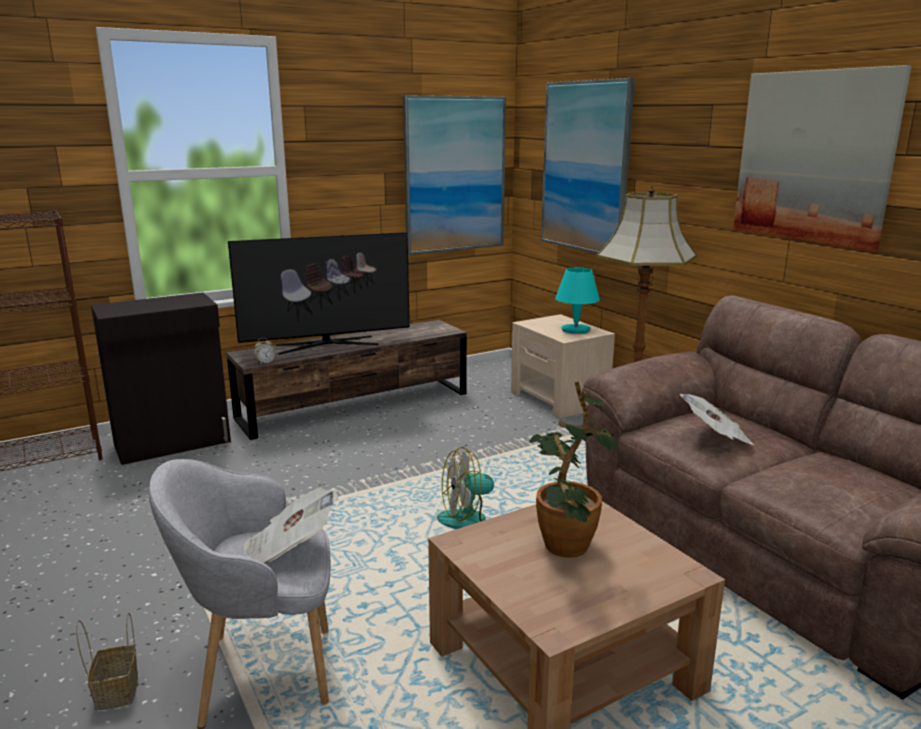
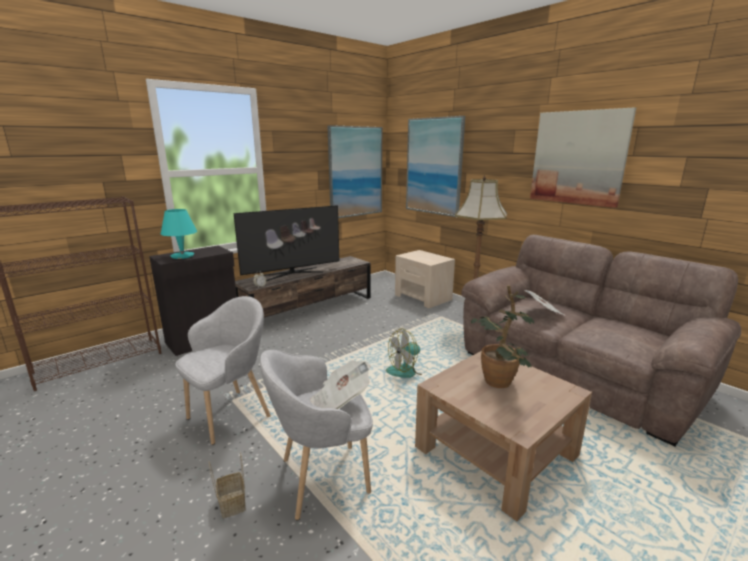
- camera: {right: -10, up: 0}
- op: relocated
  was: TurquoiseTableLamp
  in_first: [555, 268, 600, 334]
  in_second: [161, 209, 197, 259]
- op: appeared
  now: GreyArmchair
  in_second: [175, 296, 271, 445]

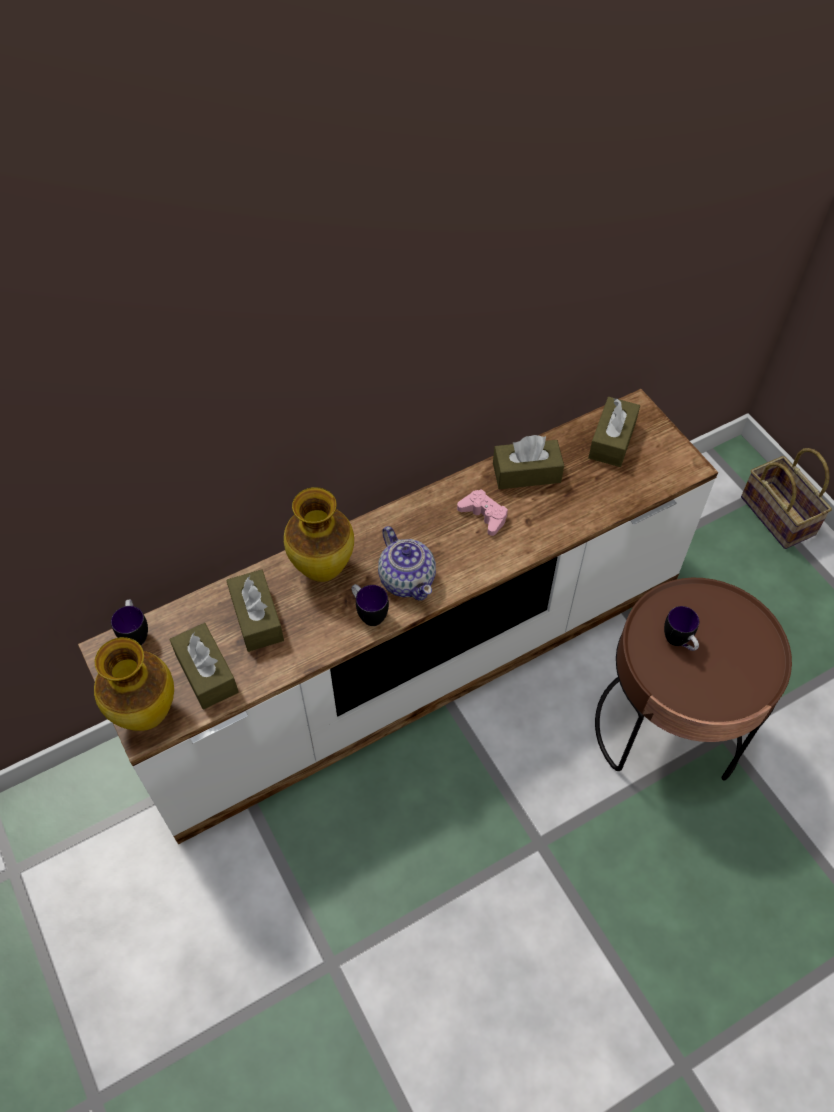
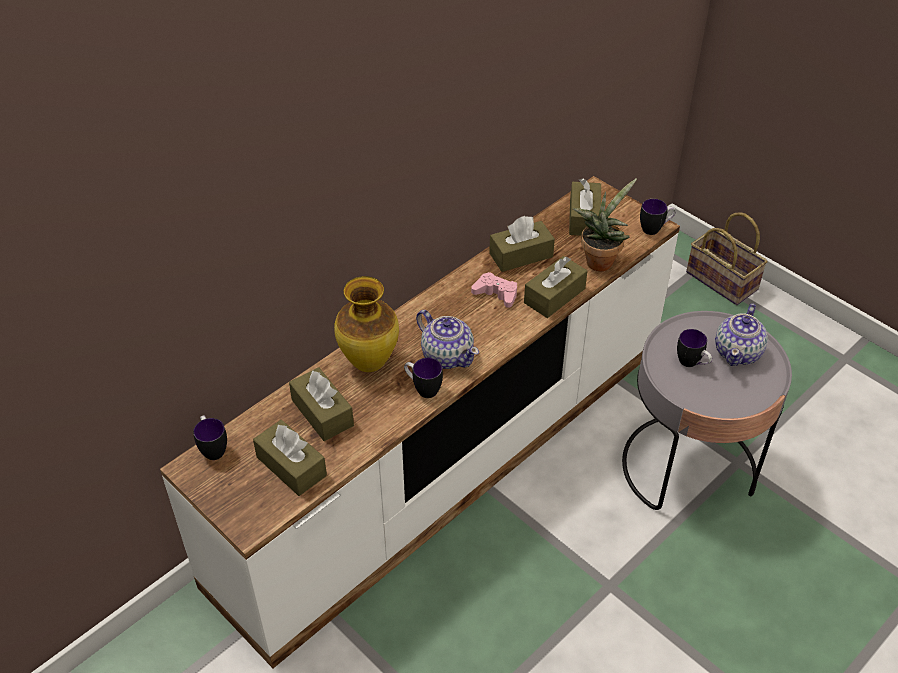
- camera: {right: -15, up: -10}
- op: colour
  was: BrownSideTable
  now: GreySideTable
  in_first: [595, 578, 792, 781]
  in_second: [622, 311, 792, 510]
- op: missing
  was: Vase
  in_first: [94, 637, 174, 731]
- op: appeared
  now: PottedPlant
  in_second: [573, 178, 637, 271]
- op: appeared
  now: Mug
  in_second: [640, 199, 676, 235]
- op: appeared
  now: BrownTissueBox
  in_second: [524, 256, 587, 318]
- op: appeared
  now: Teapot
  in_second: [715, 303, 768, 366]

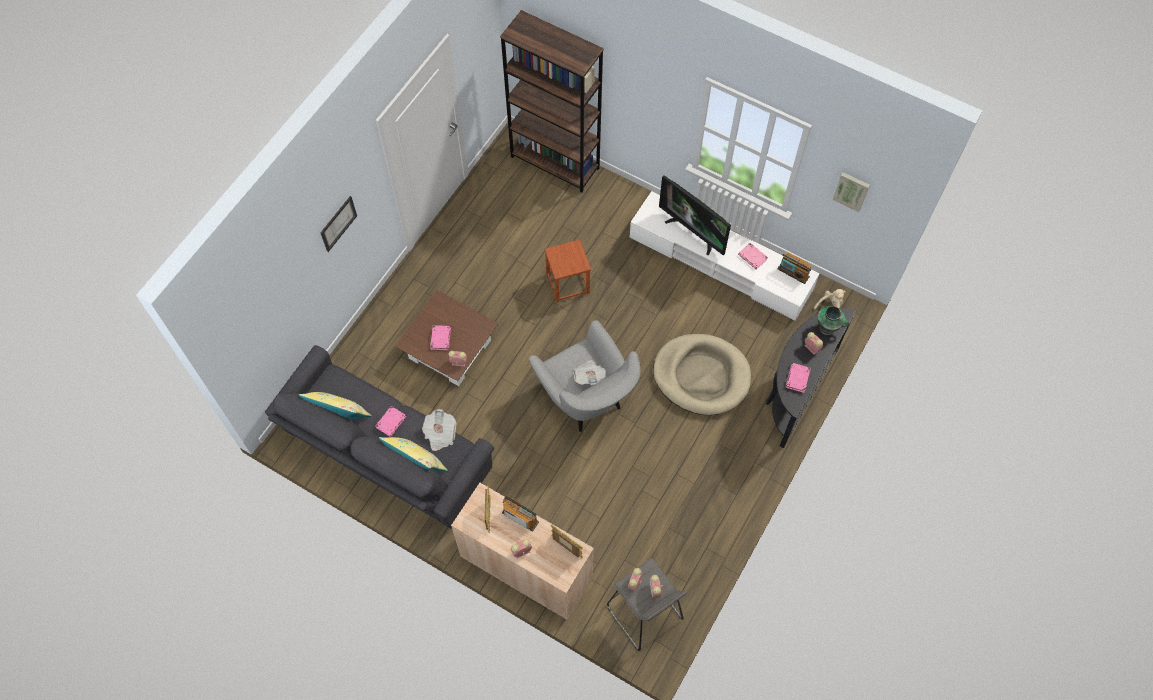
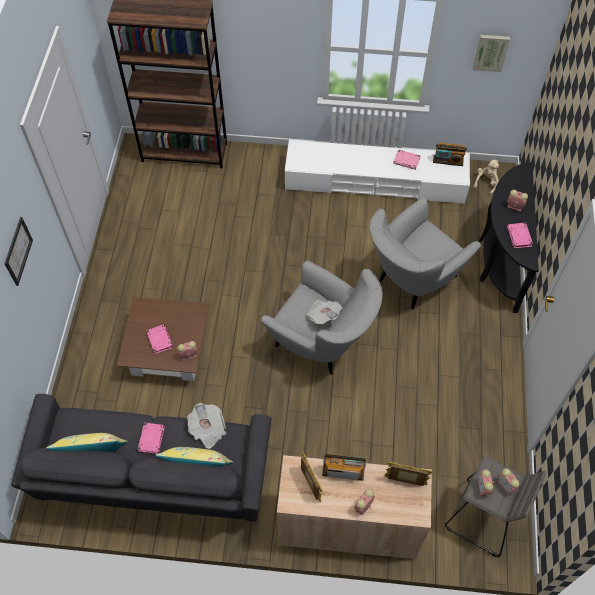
- camera: {right: -25, up: -5}
- op: missing
  was: Television
  in_first: [659, 175, 731, 255]
- op: missing
  was: BrownStool
  in_first: [544, 239, 591, 303]
- op: missing
  was: Vase
  in_first: [818, 306, 850, 335]
- op: exchanged
  was: BeigeDogBed
  now: GreyArmchair
  in_first: [653, 334, 751, 415]
  in_second: [370, 198, 481, 309]

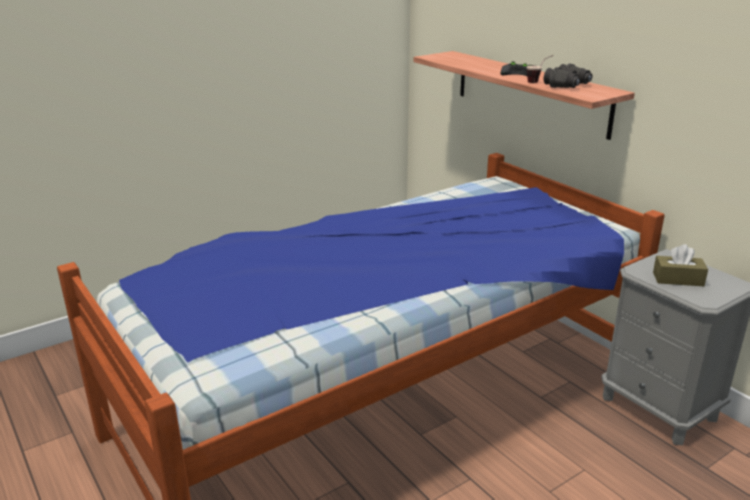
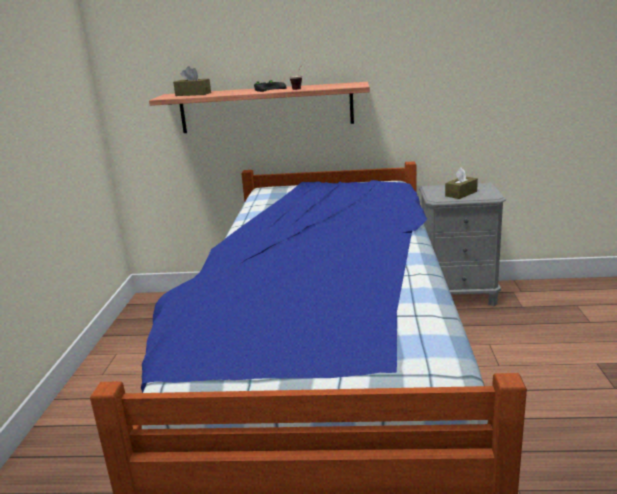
- camera: {right: -50, up: -5}
- op: missing
  was: BlackBinoculars
  in_first: [544, 63, 592, 88]
- op: appeared
  now: BrownTissueBox
  in_second: [173, 66, 211, 96]

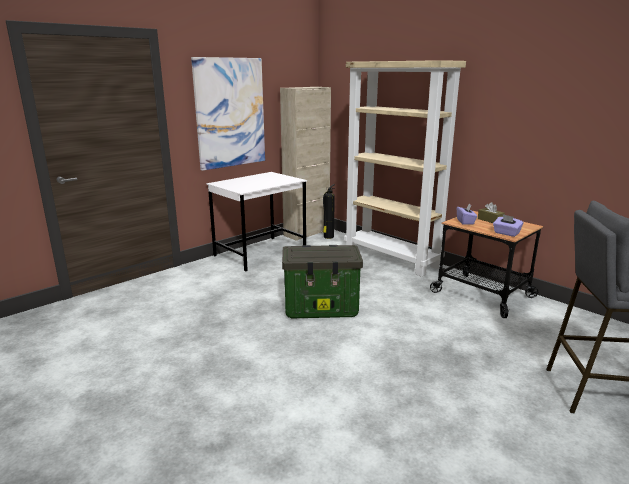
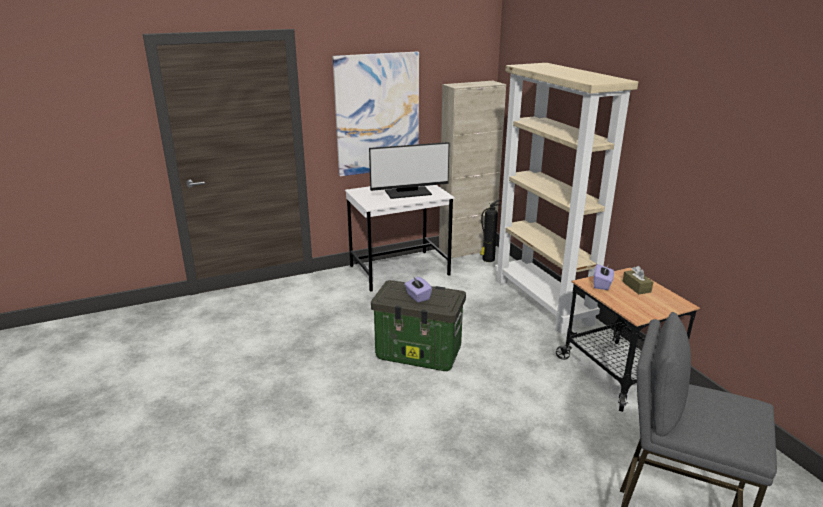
- camera: {right: 20, up: 5}
- op: relocated
  was: PurpleTissueBox
  in_first: [493, 214, 524, 237]
  in_second: [404, 277, 432, 303]
- op: appeared
  now: Monitor
  in_second: [369, 142, 449, 199]

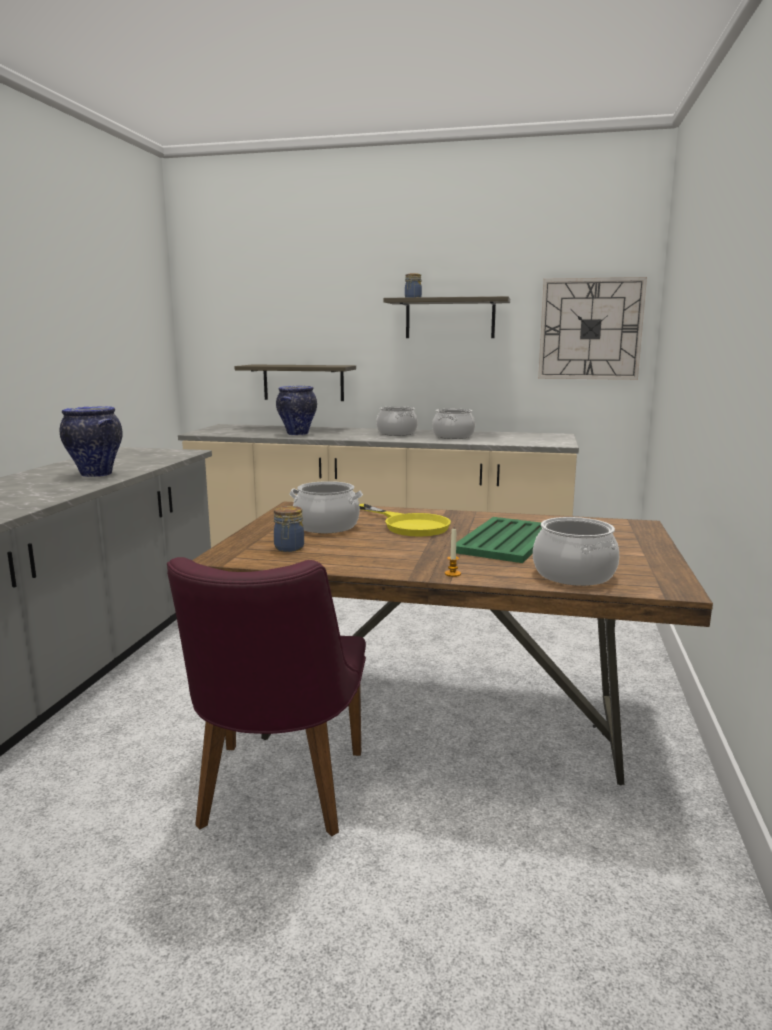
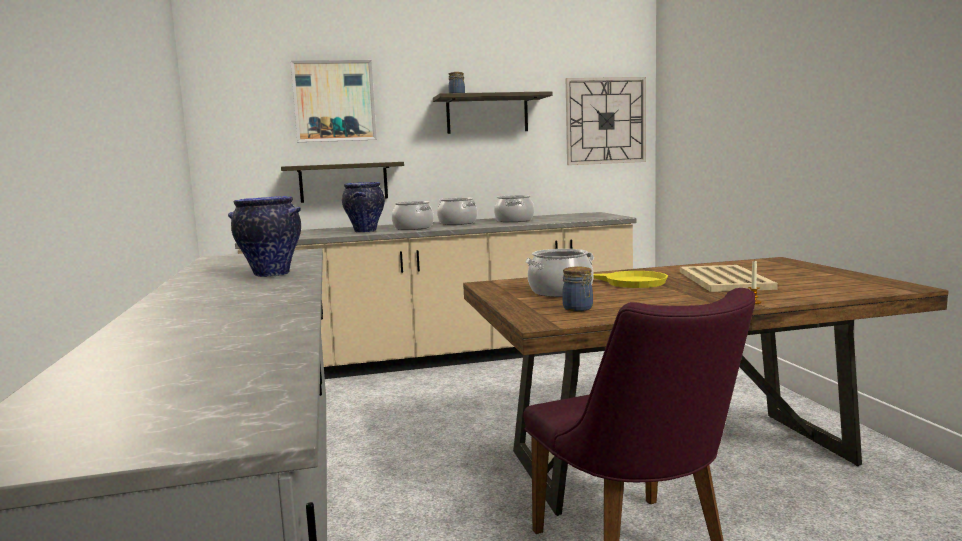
- camera: {right: -25, up: -5}
- op: colour
  was: GreenTray
  now: BeigeTray
  in_first: [456, 517, 542, 563]
  in_second: [680, 265, 778, 292]
- op: relocated
  was: CookingPot
  in_first: [533, 517, 619, 586]
  in_second: [392, 201, 434, 230]
- op: appeared
  now: Picture
  in_second: [290, 60, 377, 142]

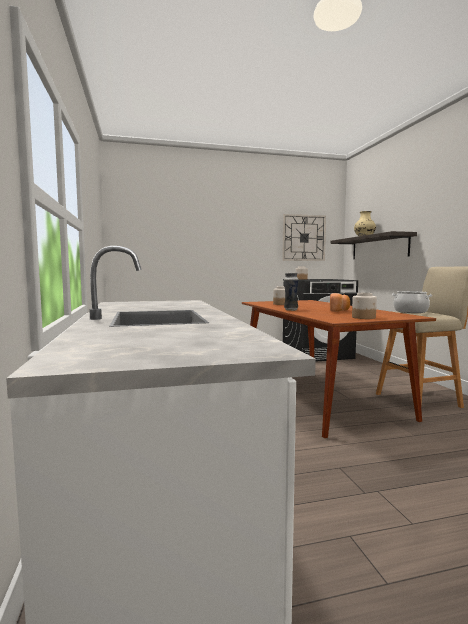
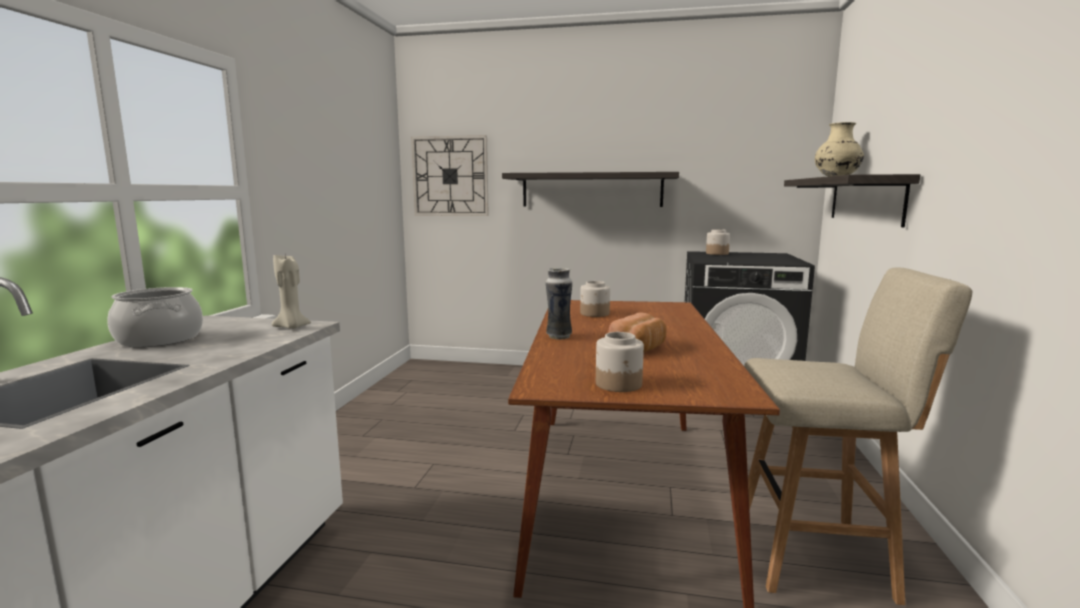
- camera: {right: 25, up: 5}
- op: relocated
  was: WallClock
  in_first: [282, 214, 326, 261]
  in_second: [411, 135, 489, 216]
- op: relocated
  was: CookingPot
  in_first: [392, 291, 432, 313]
  in_second: [107, 287, 203, 347]
- op: appeared
  now: Shelf
  in_second: [502, 172, 679, 207]
- op: appeared
  now: BeigeCandle
  in_second: [272, 254, 311, 329]

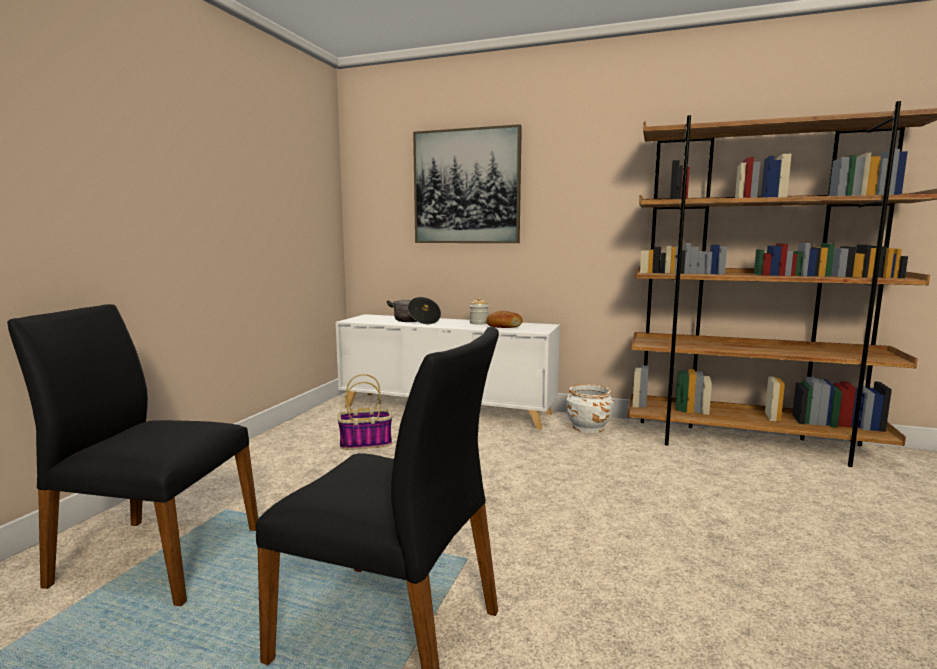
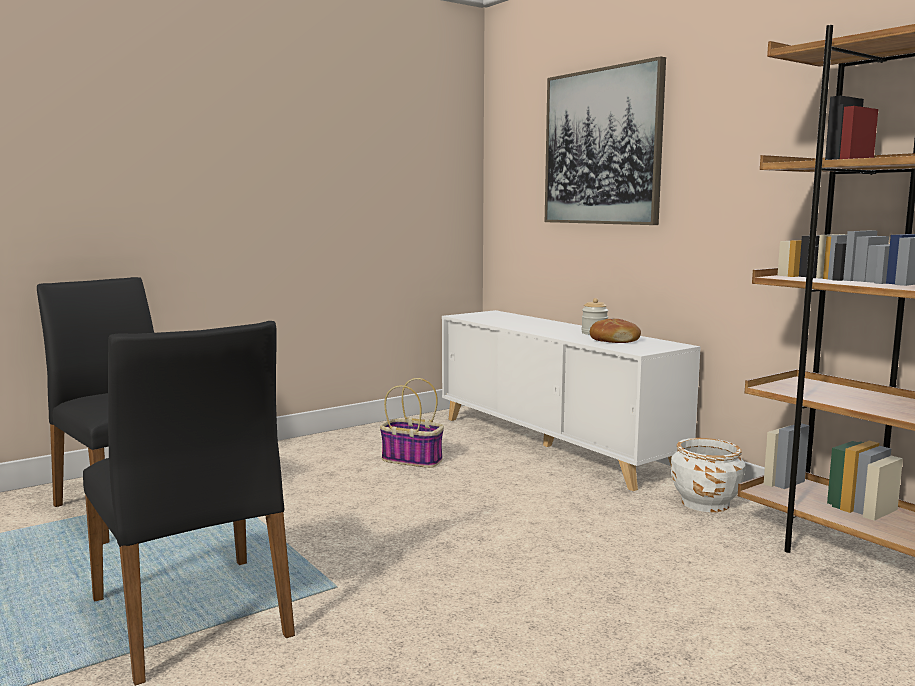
- camera: {right: 35, up: 0}
- op: missing
  was: CookingPot
  in_first: [387, 297, 441, 324]

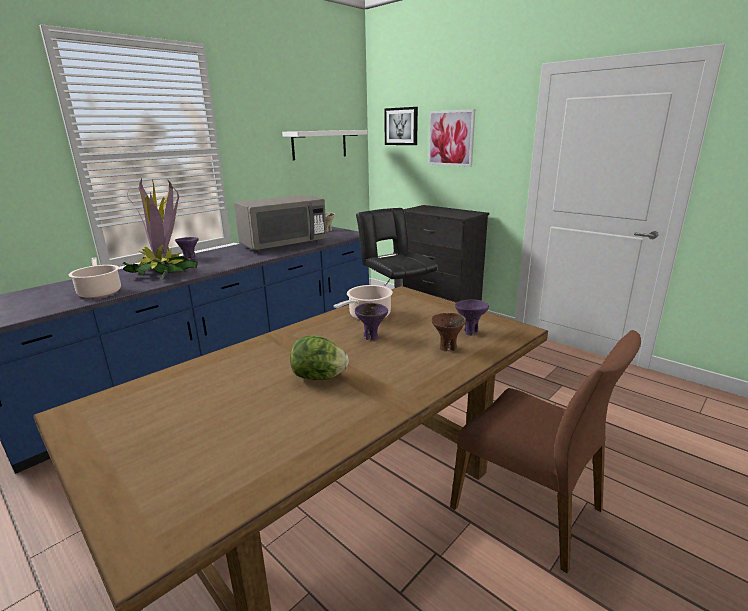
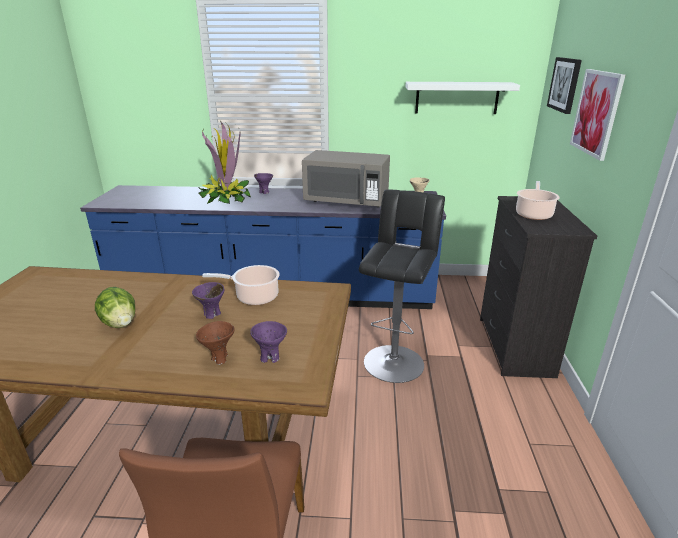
- camera: {right: 50, up: 5}
- op: relocated
  was: CookingPot
  in_first: [69, 257, 121, 298]
  in_second: [516, 181, 560, 220]

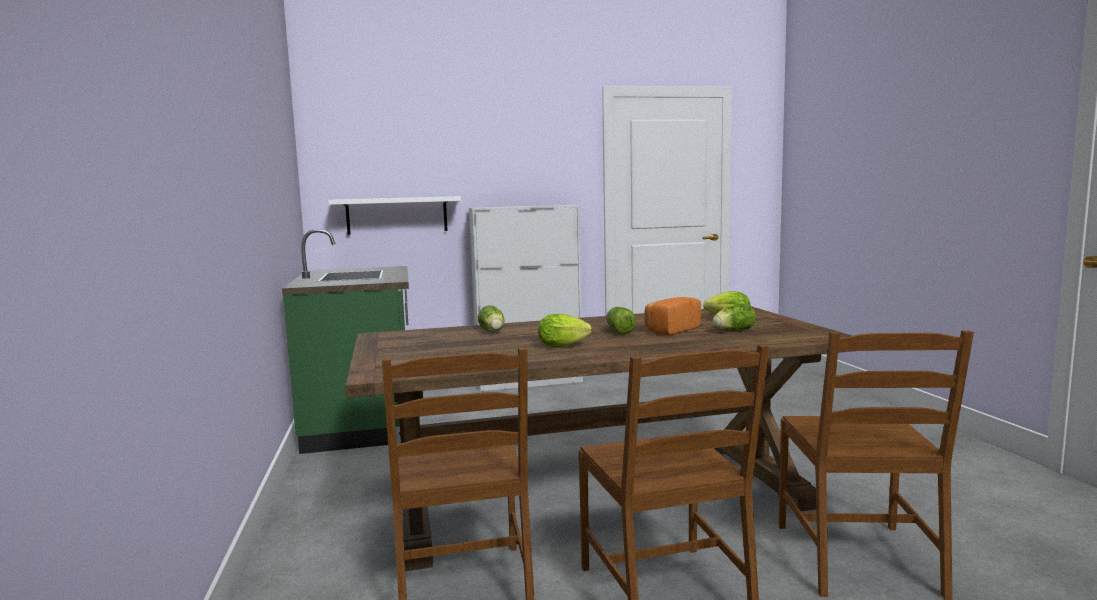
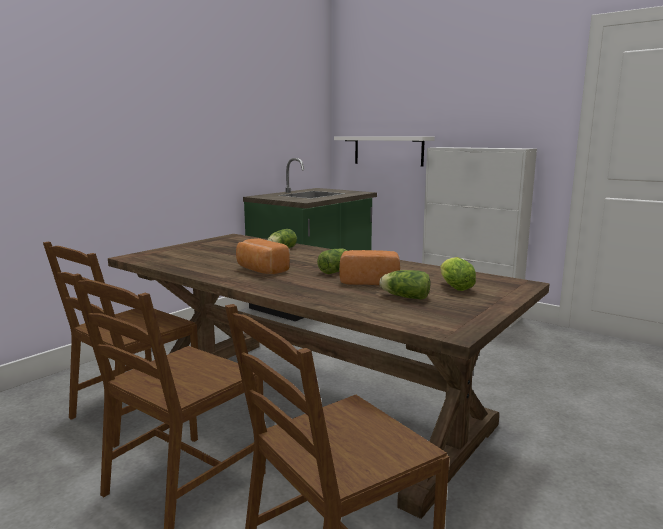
- camera: {right: 50, up: 5}
- op: exchanged
  was: Lettuce
  now: Bread
  in_first: [538, 314, 592, 347]
  in_second: [236, 238, 290, 274]

